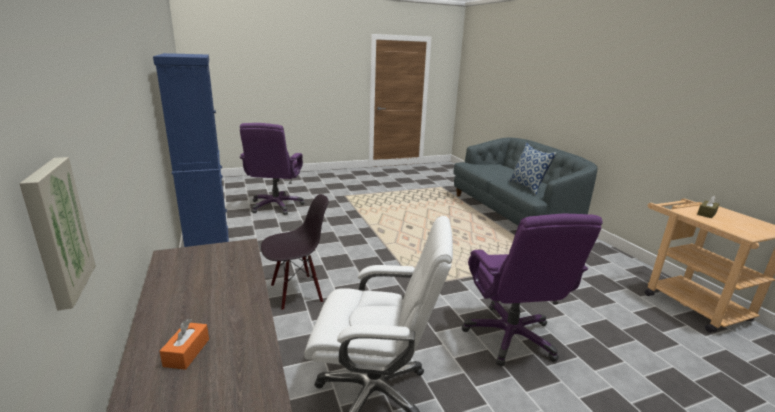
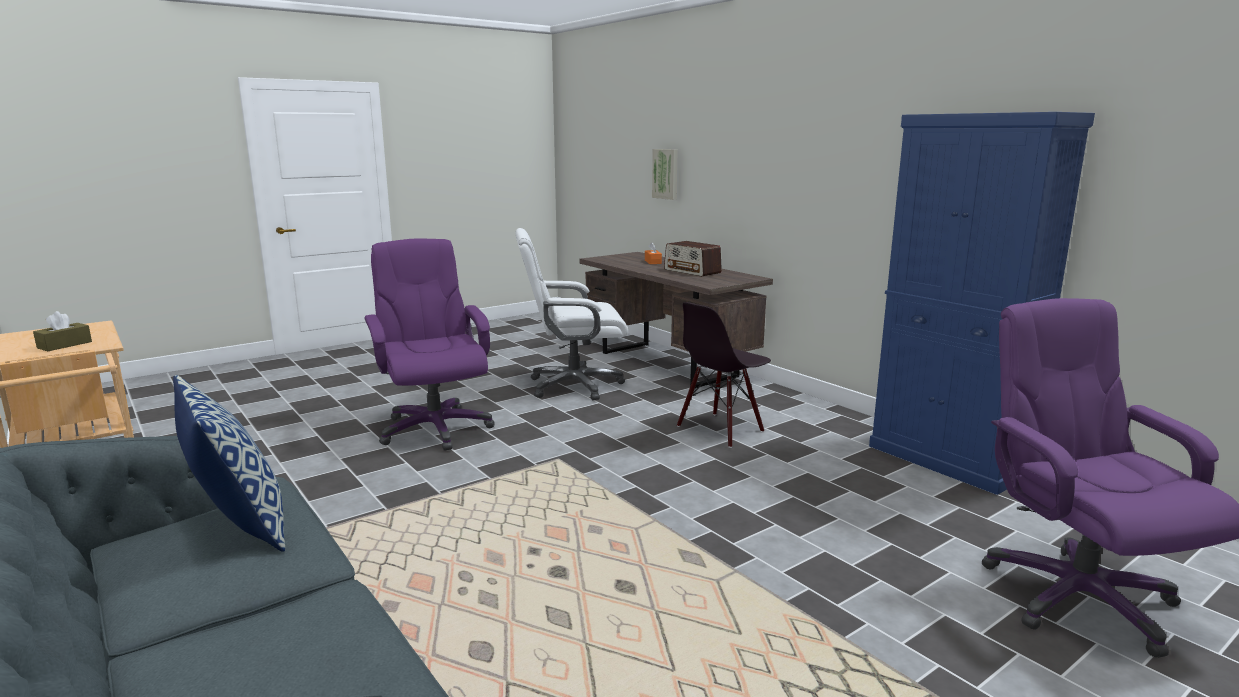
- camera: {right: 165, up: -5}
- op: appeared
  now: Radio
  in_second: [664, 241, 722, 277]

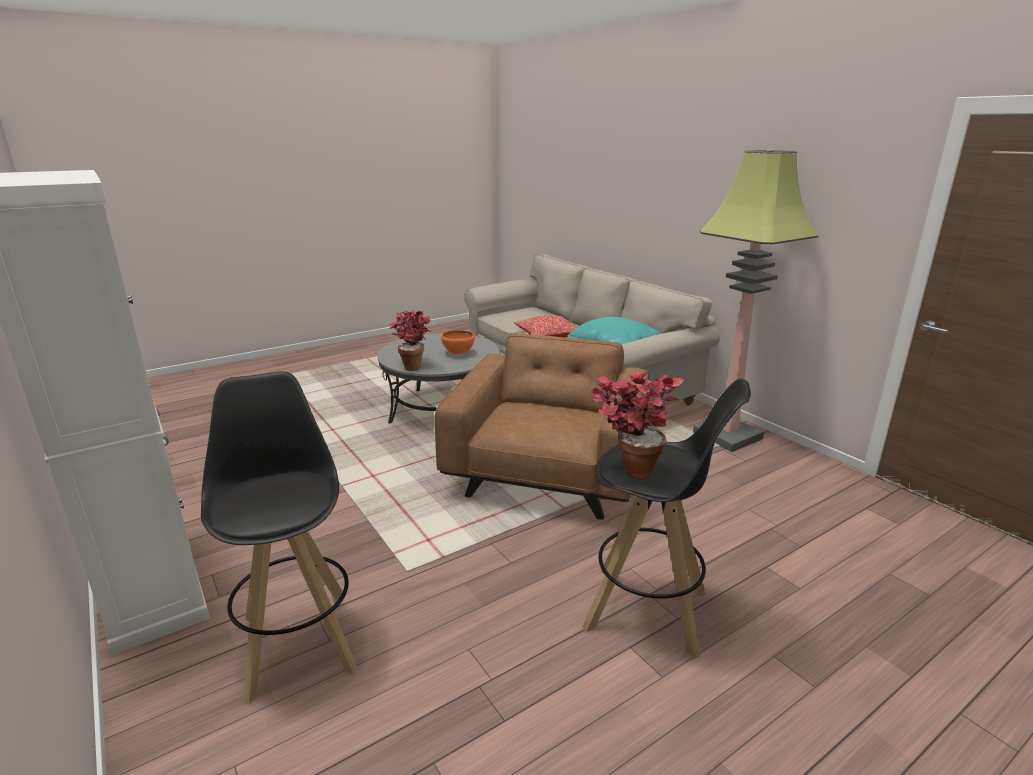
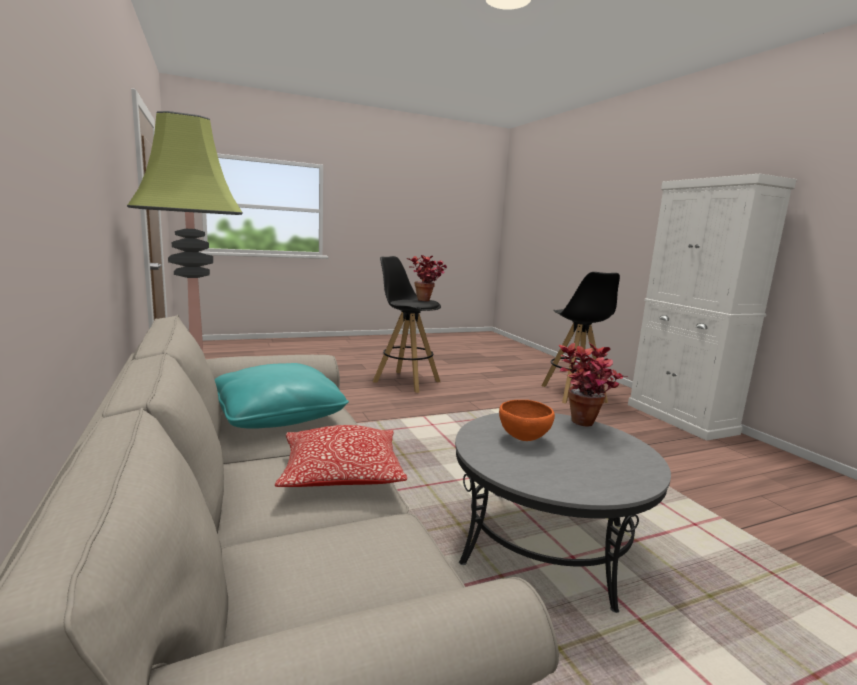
- camera: {right: -170, up: -10}
- op: missing
  was: BrownArmchair
  in_first: [434, 334, 650, 520]

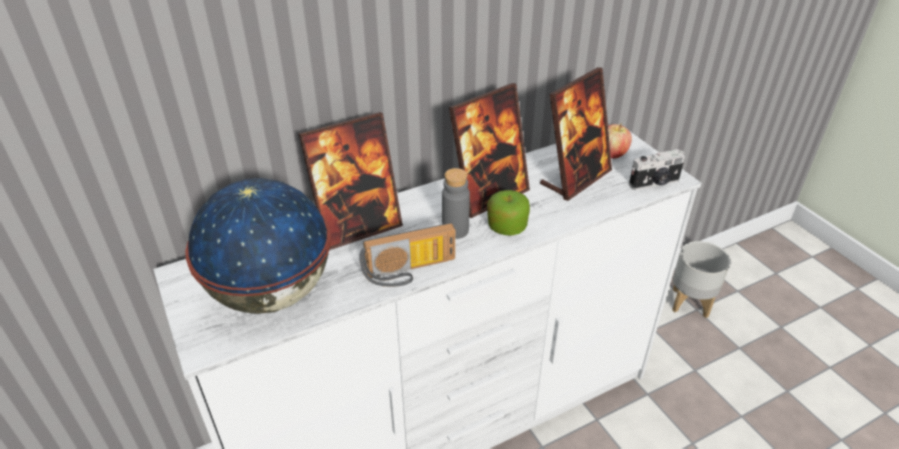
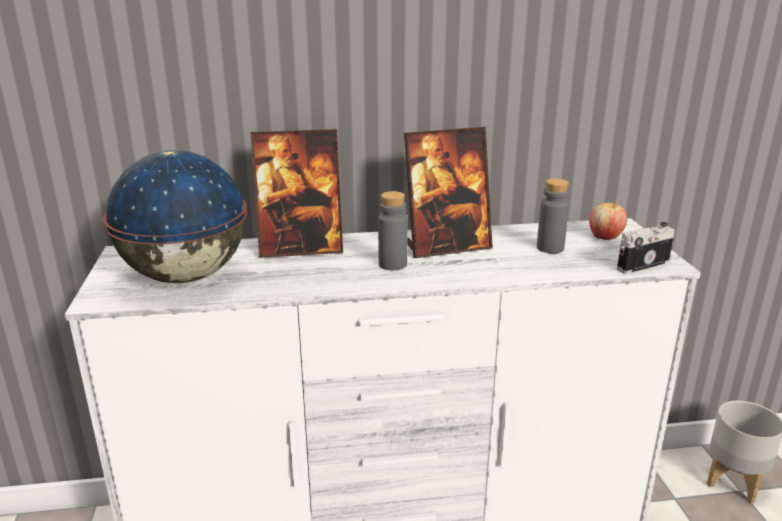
- camera: {right: 20, up: -15}
- op: exchanged
  was: PictureFrame
  now: GreyBottle
  in_first: [540, 67, 612, 201]
  in_second: [537, 178, 569, 253]
- op: spun
  was: PhotoCamera
  in_first: [629, 149, 685, 190]
  in_second: [617, 222, 675, 274]
  clockwise: 150
- op: missing
  was: Apple
  in_first: [487, 190, 530, 235]
- op: missing
  was: Radio
  in_first: [359, 223, 455, 287]

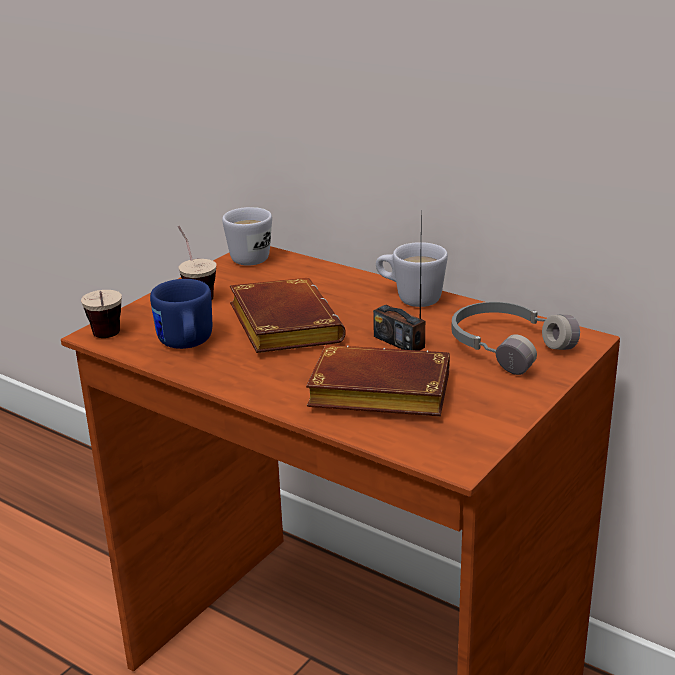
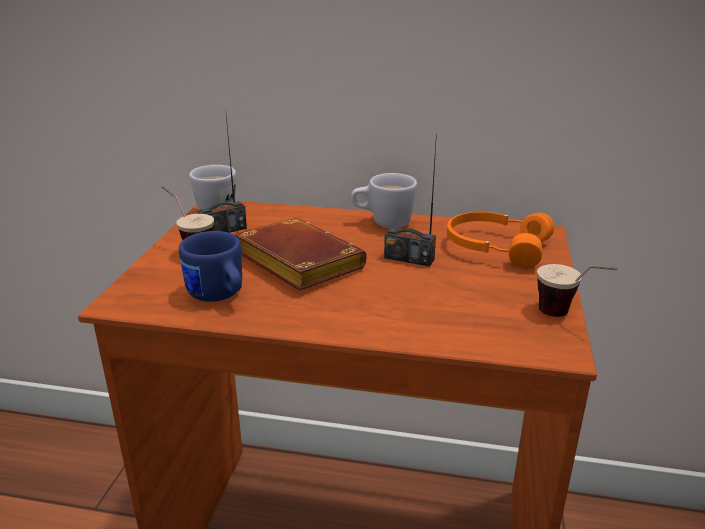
- camera: {right: -25, up: 0}
- op: relocated
  was: Cup
  in_first: [81, 290, 122, 338]
  in_second: [537, 264, 617, 317]
- op: colour
  was: GreyHeadphones
  now: OrangeHeadphones
  in_first: [451, 302, 580, 375]
  in_second: [447, 212, 554, 268]
- op: missing
  was: BrownBook
  in_first: [306, 345, 450, 416]
- op: appeared
  now: Radio
  in_second: [198, 116, 247, 233]

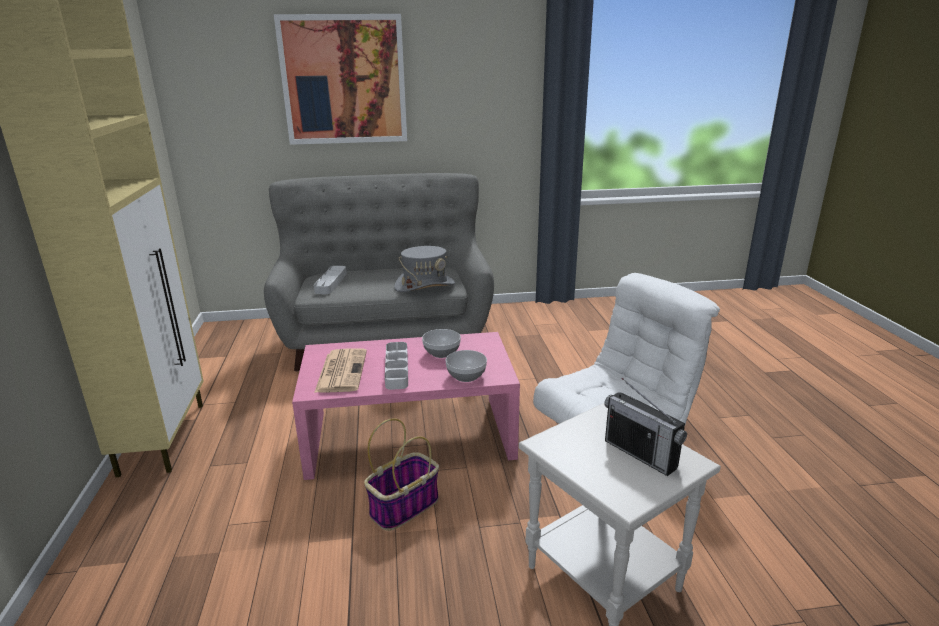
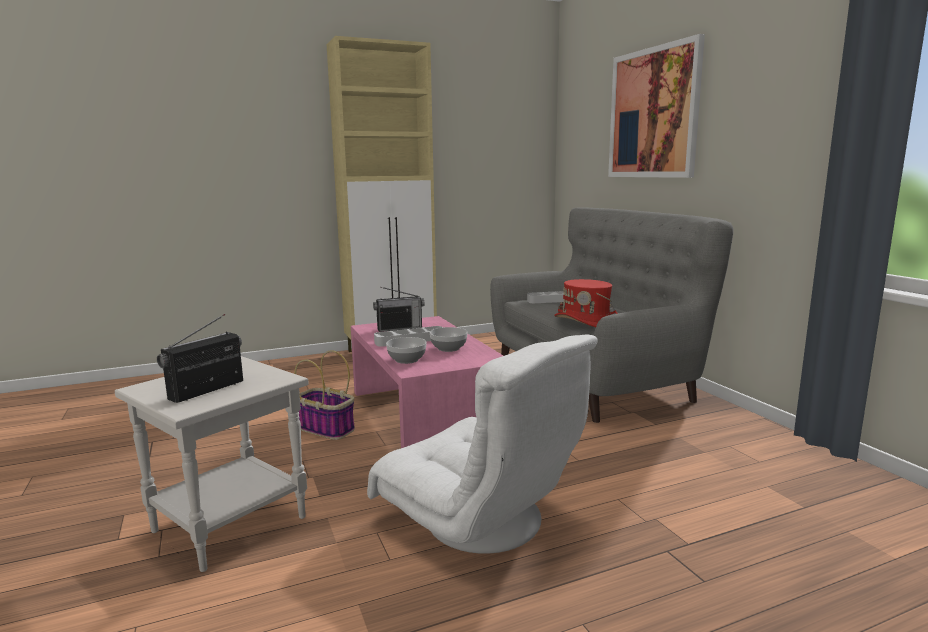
- camera: {right: 75, up: -10}
- op: colour
  was: GreyHat
  now: RedHat
  in_first: [394, 246, 455, 292]
  in_second: [554, 279, 618, 327]
- op: exchanged
  was: Newspaper
  now: Radio
  in_first: [314, 349, 367, 393]
  in_second: [373, 287, 425, 332]

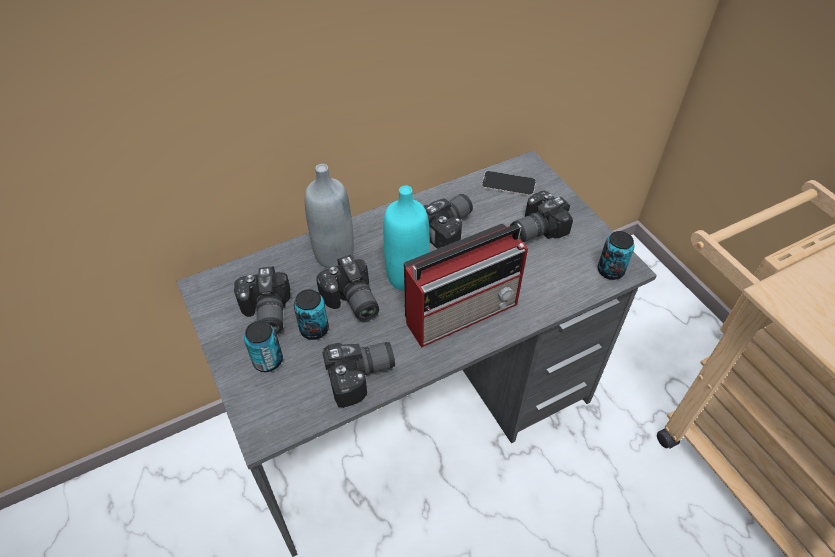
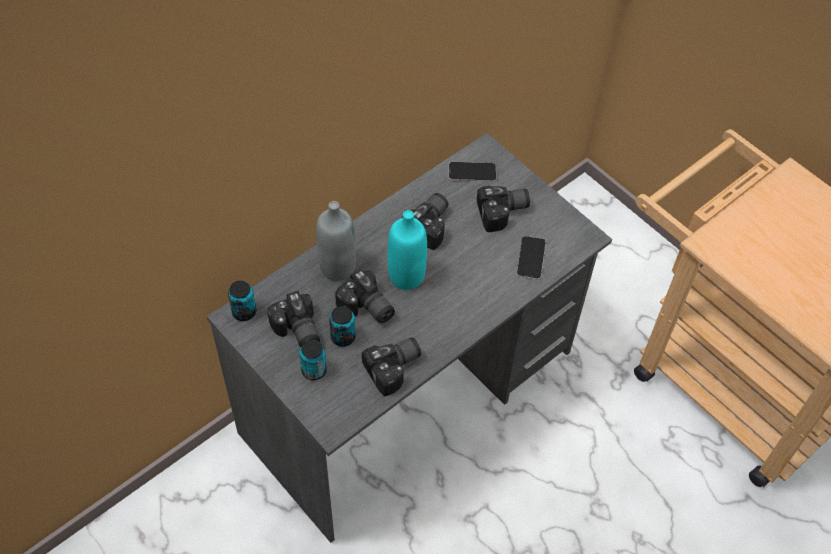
- camera: {right: -15, up: 5}
- op: spun
  was: PhotoCamera
  in_first: [510, 190, 573, 242]
  in_second: [477, 186, 530, 232]
  clockwise: -150
- op: missing
  was: Radio
  in_first: [404, 223, 528, 348]
- op: relocated
  was: Can
  in_first: [597, 231, 635, 280]
  in_second: [228, 281, 256, 321]
- op: appeared
  now: Phone
  in_second: [516, 236, 546, 280]

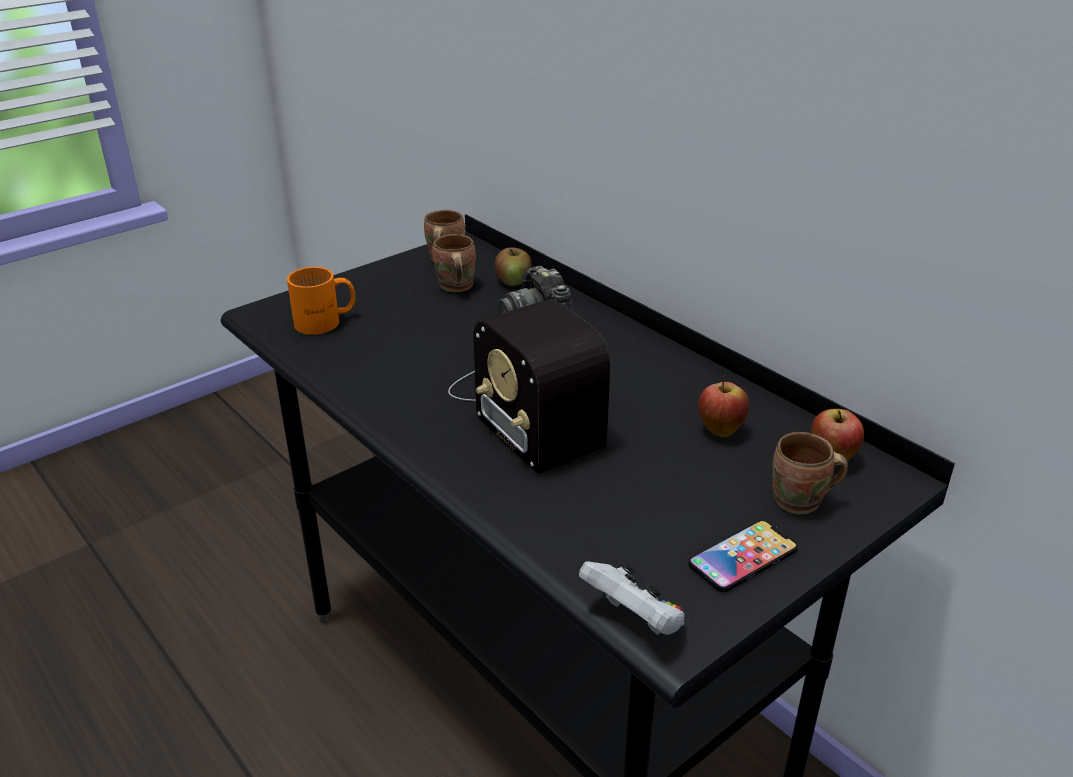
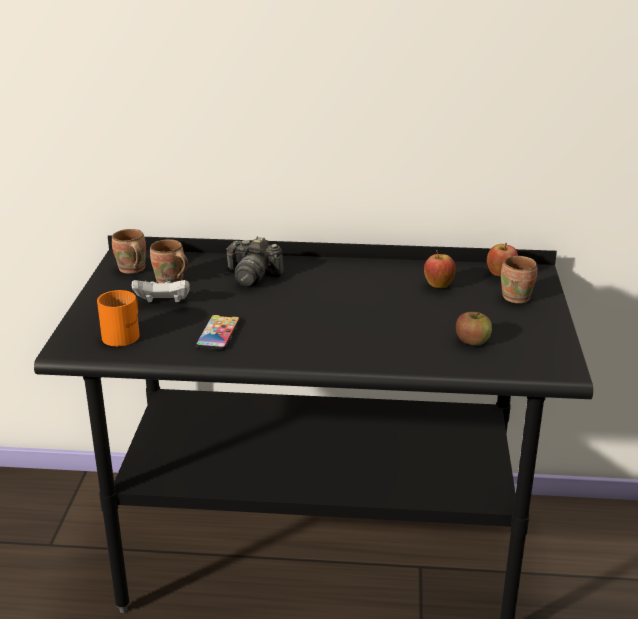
- camera: {right: -45, up: -5}
- op: relocated
  was: Apple
  in_first: [495, 247, 532, 286]
  in_second: [456, 312, 492, 346]
- op: missing
  was: Radio
  in_first: [448, 299, 610, 474]
- op: relocated
  was: Phone
  in_first: [688, 520, 798, 592]
  in_second: [195, 314, 240, 350]
- op: relocated
  was: WhiteGameController
  in_first: [579, 561, 685, 635]
  in_second: [132, 279, 190, 303]

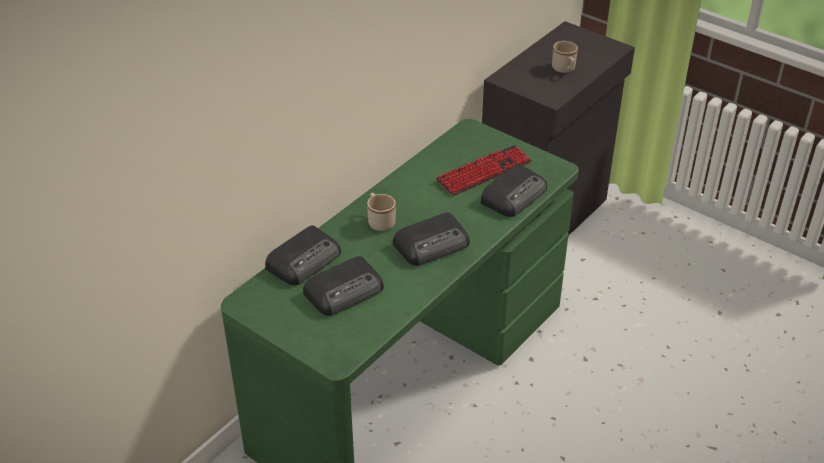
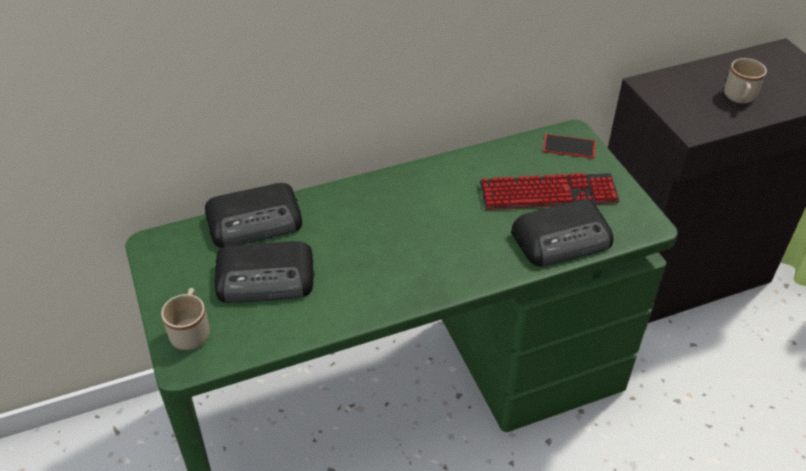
- camera: {right: 30, up: 5}
- op: relocated
  was: BeigeMug
  in_first: [367, 193, 396, 231]
  in_second: [161, 288, 210, 350]
- op: missing
  was: Radio
  in_first: [393, 213, 470, 266]
- op: appeared
  now: Phone
  in_second: [543, 134, 596, 158]

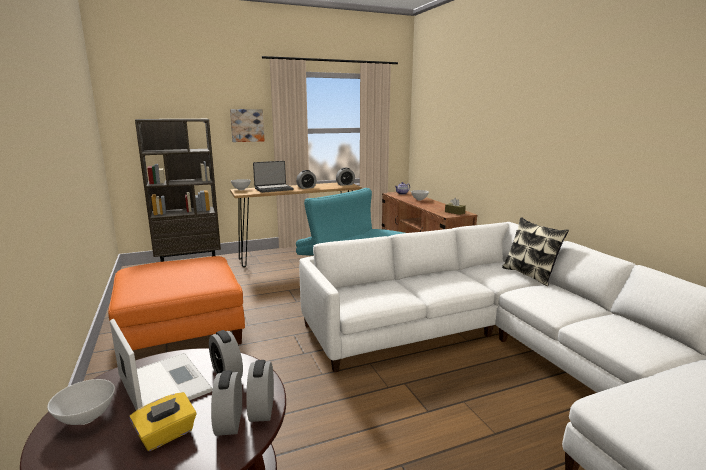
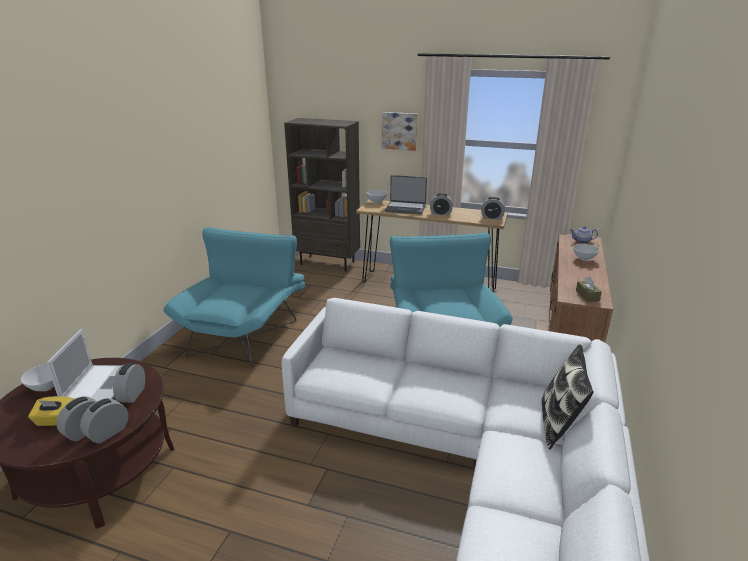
- camera: {right: 40, up: 10}
- op: exchanged
  was: OrangeOttoman
  now: TurquoiseArmchair
  in_first: [108, 256, 245, 350]
  in_second: [164, 227, 305, 367]

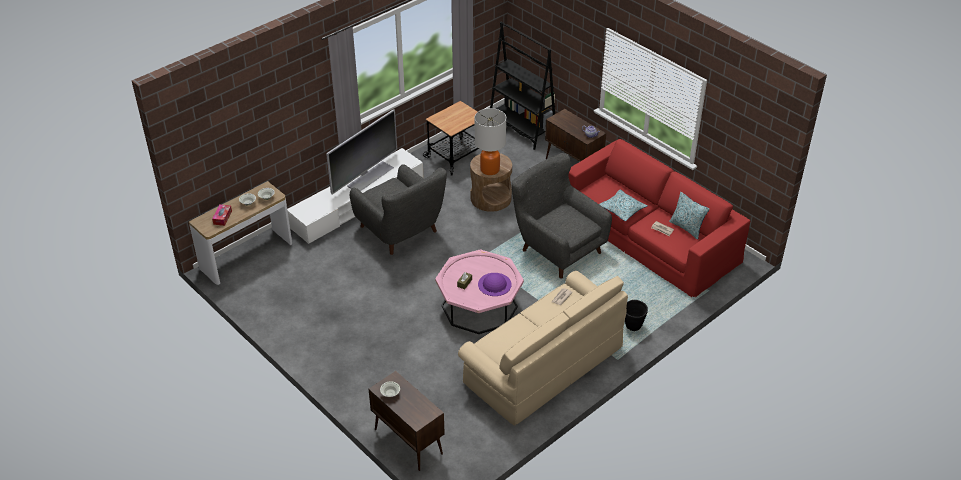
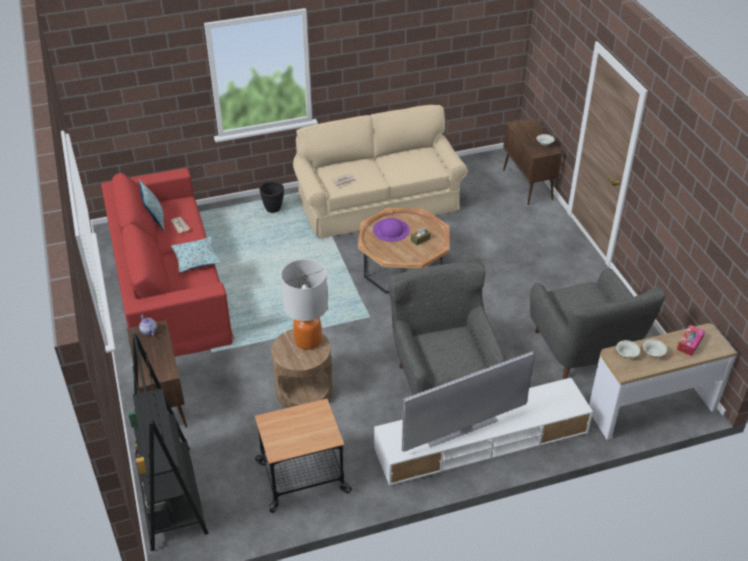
- camera: {right: -155, up: 0}
- op: relocated
  was: GreyArmchair
  in_first: [511, 153, 612, 279]
  in_second: [530, 268, 665, 379]
- op: colour
  was: PinkCoffeeTable
  now: BrownCoffeeTable
  in_first: [435, 249, 524, 334]
  in_second: [358, 208, 449, 293]

